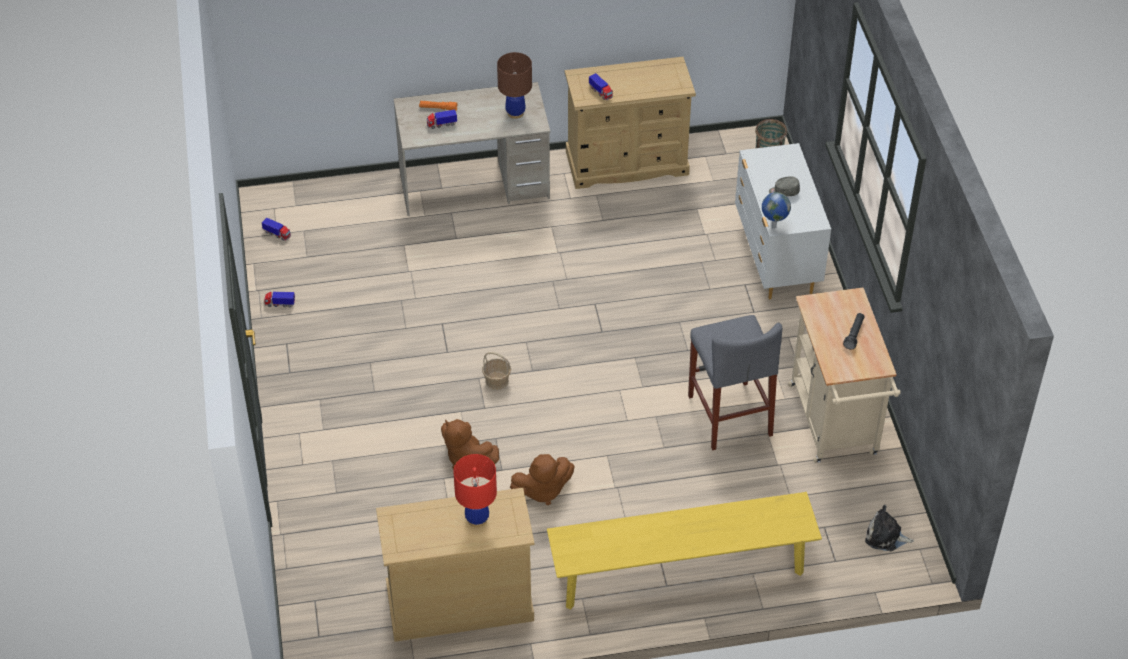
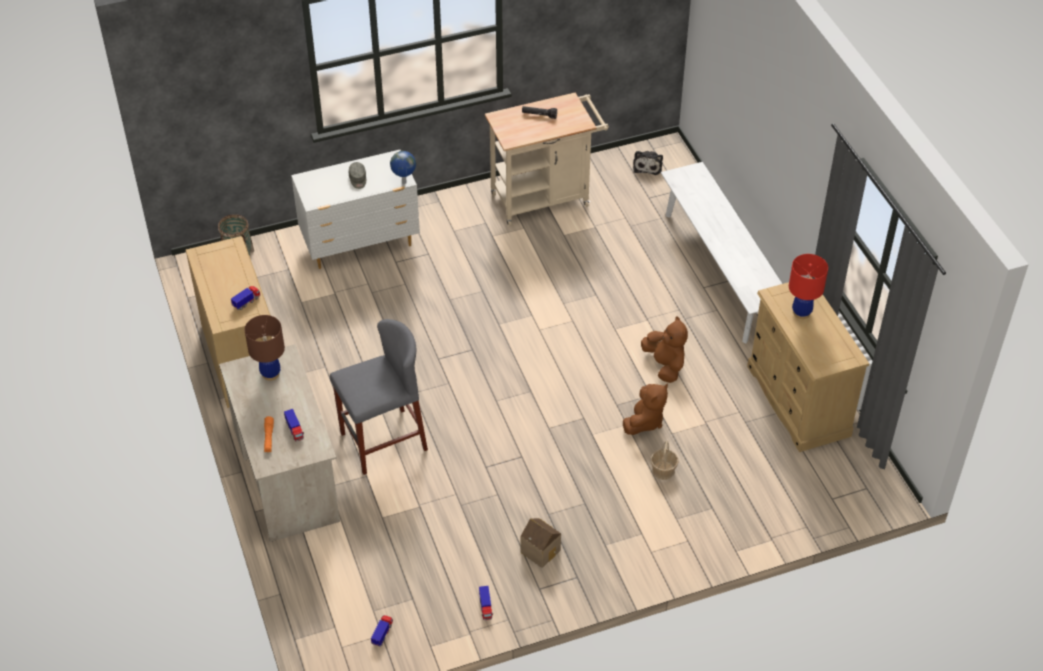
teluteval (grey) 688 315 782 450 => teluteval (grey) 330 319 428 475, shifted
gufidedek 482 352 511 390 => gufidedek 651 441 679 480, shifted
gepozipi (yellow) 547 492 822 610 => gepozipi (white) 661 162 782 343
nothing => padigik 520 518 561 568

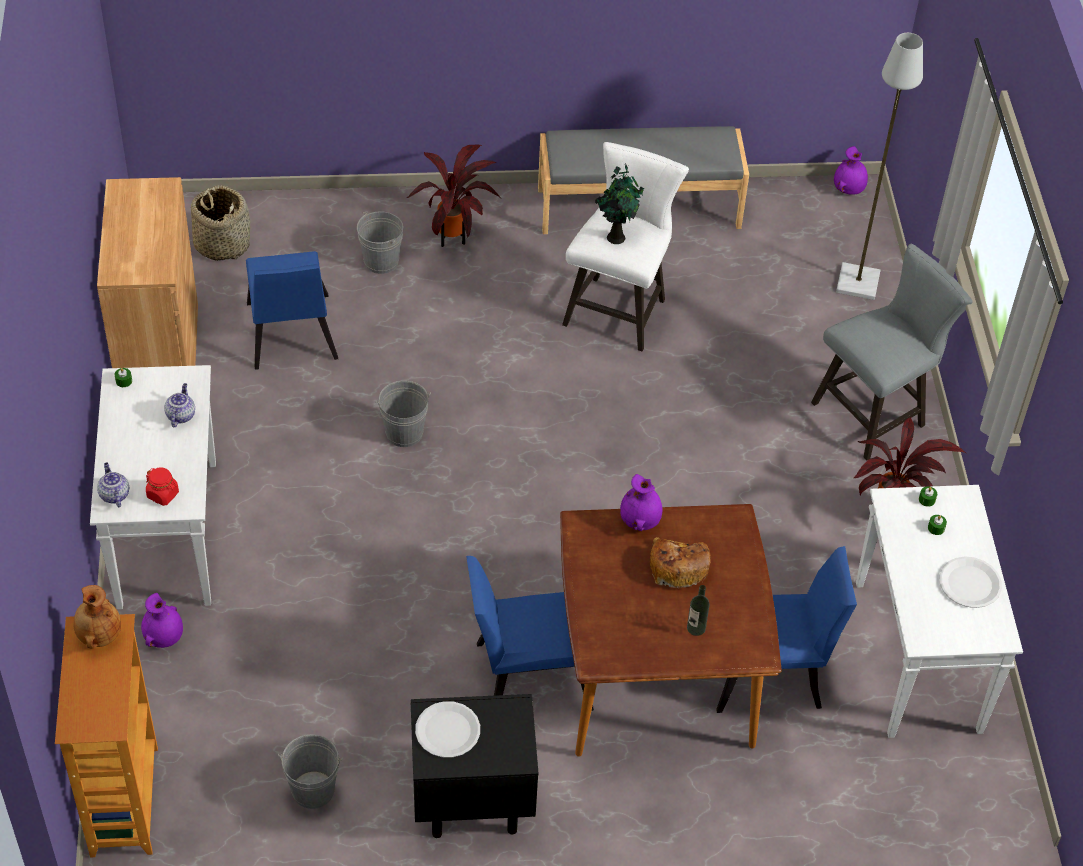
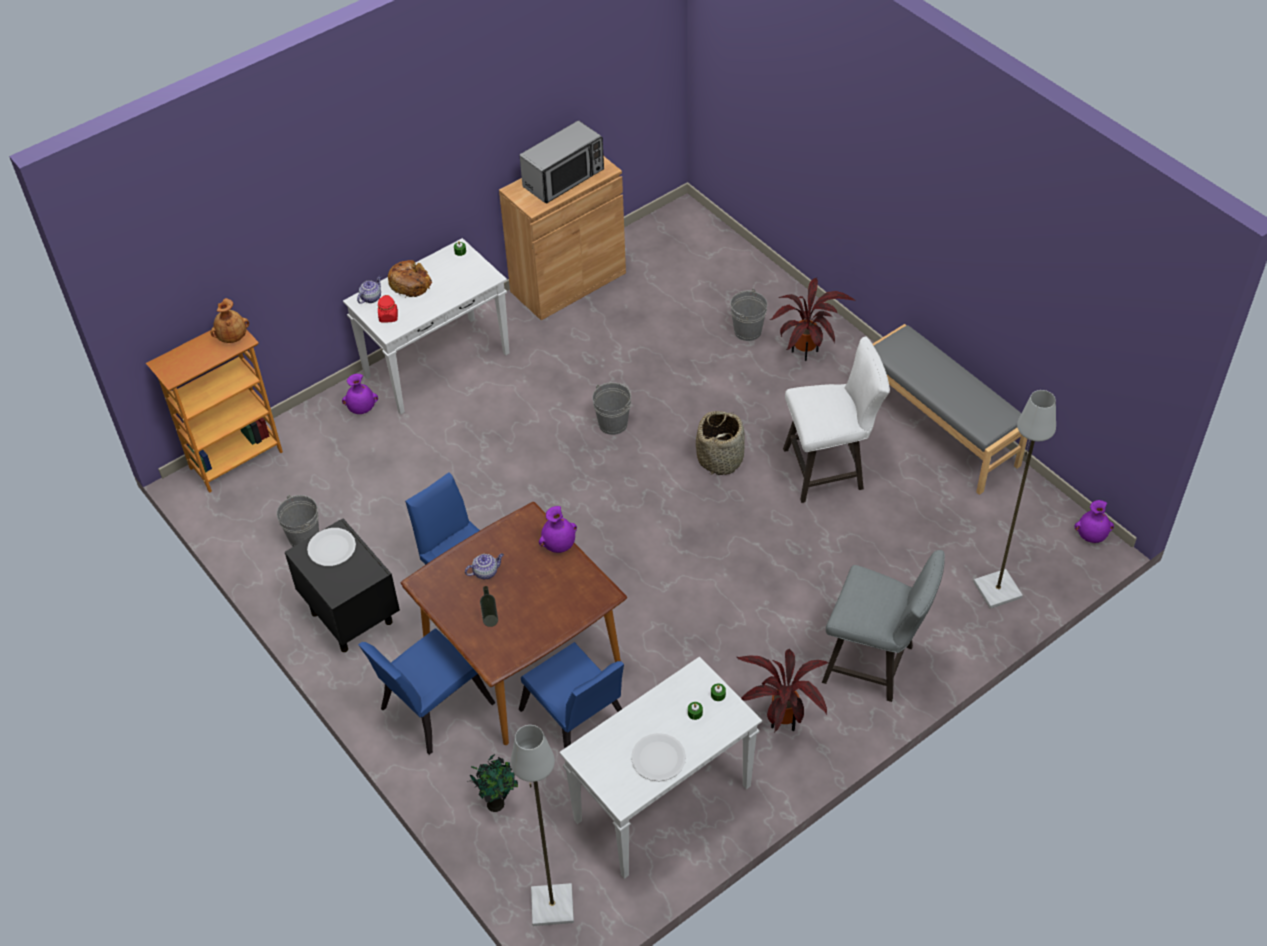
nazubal 595 164 644 244 => nazubal 467 754 518 812, shifted
gufidedek 191 185 250 261 => gufidedek 696 411 745 475, shifted
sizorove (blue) 246 251 338 370 => sizorove (blue) 358 628 495 755, shifted
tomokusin 164 383 195 427 => tomokusin 465 554 504 579, shifted
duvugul 650 537 711 588 => duvugul 388 260 432 297, shifted
nothing => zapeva 520 120 604 204
nothing => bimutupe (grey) 511 725 574 926

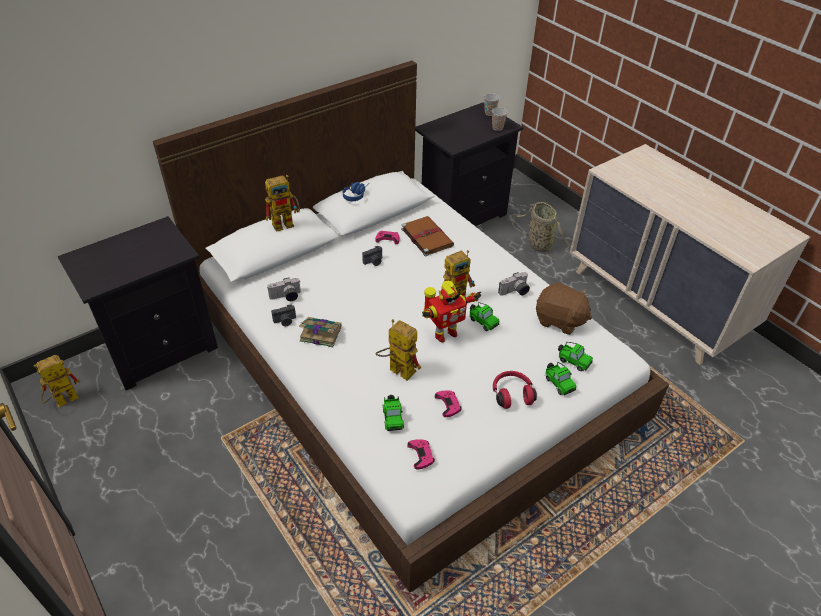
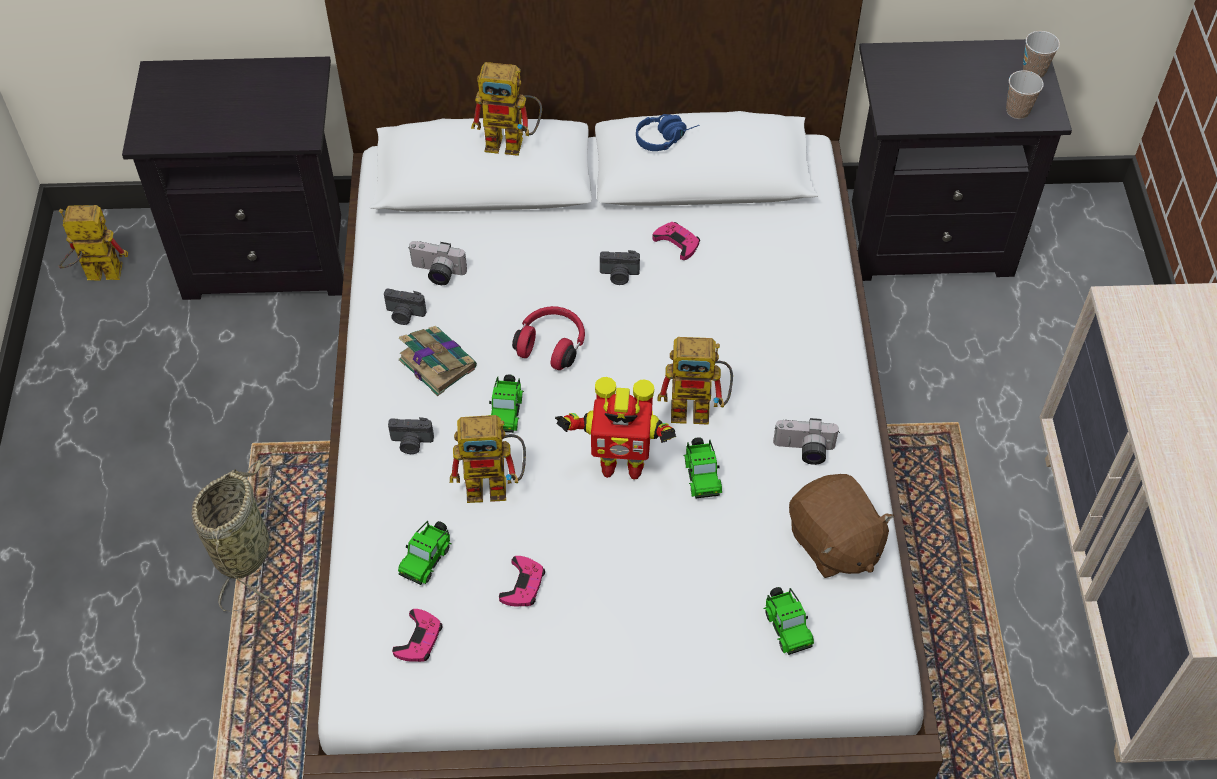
gufidedek 512 202 571 260 => gufidedek 192 460 271 611, shifted
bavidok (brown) 401 216 454 256 => nothing
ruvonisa 375 319 421 381 => ruvonisa 450 415 526 503, 105 degrees clockwise
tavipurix 546 362 577 395 => tavipurix 489 374 524 433, shifted
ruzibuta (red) 493 371 537 409 => ruzibuta (red) 512 306 585 370, shifted
nothing => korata 388 417 434 454

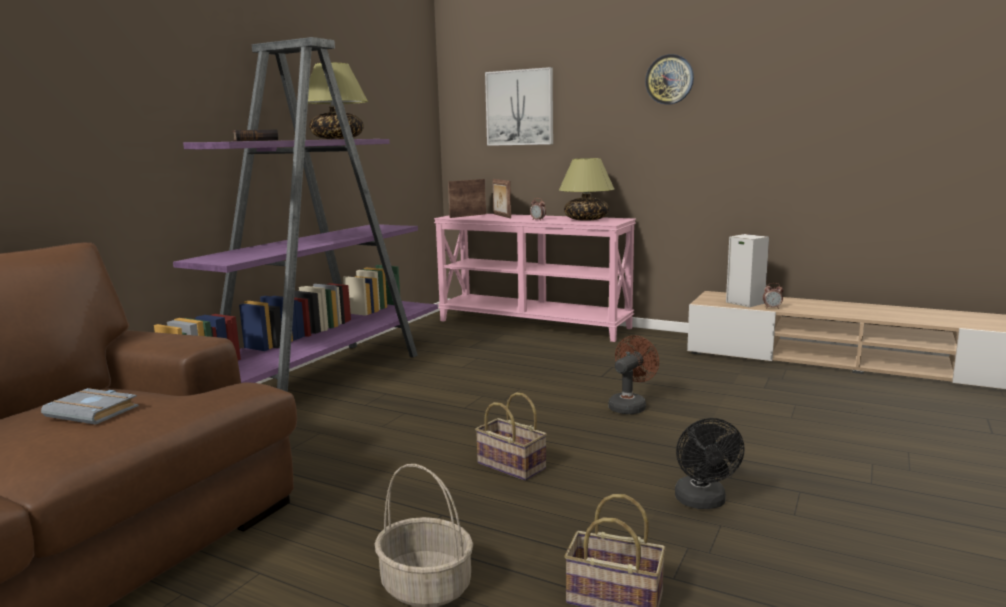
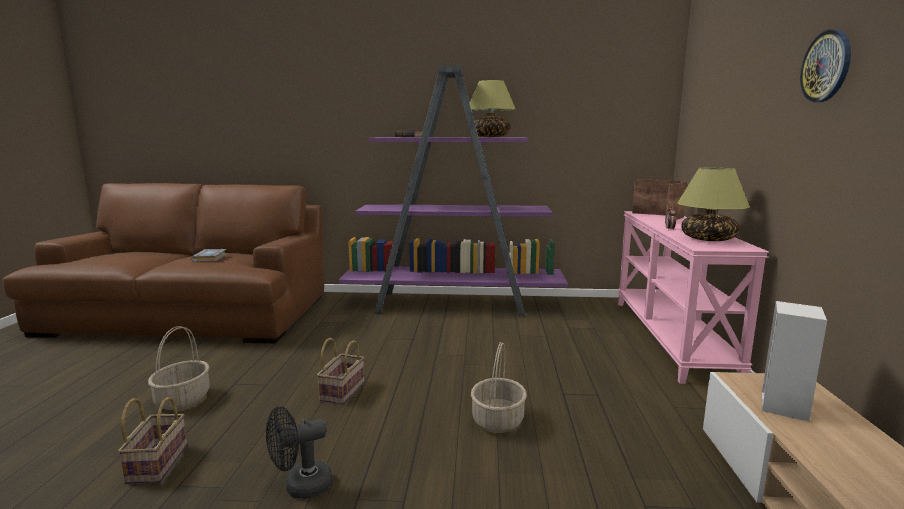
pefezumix 485 67 553 146 => nothing
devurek 763 283 784 309 => nothing
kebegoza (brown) 608 335 659 414 => gufidedek 471 342 527 433

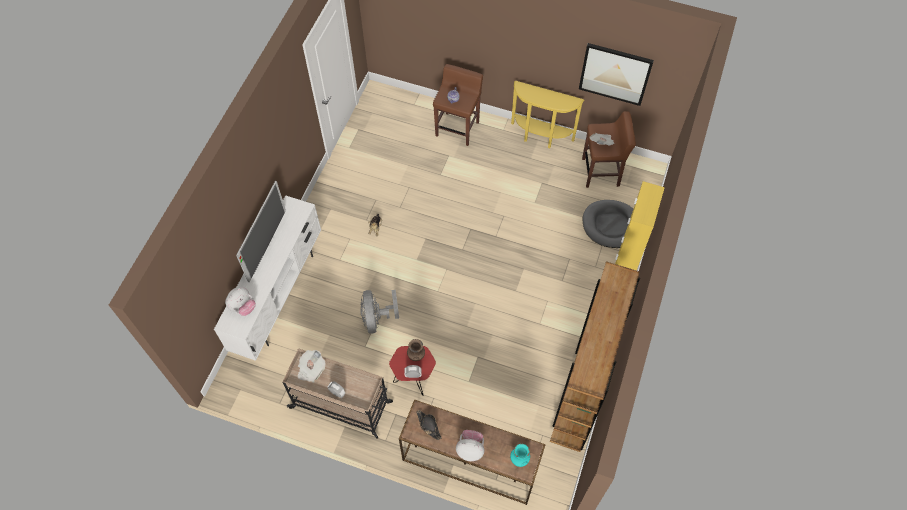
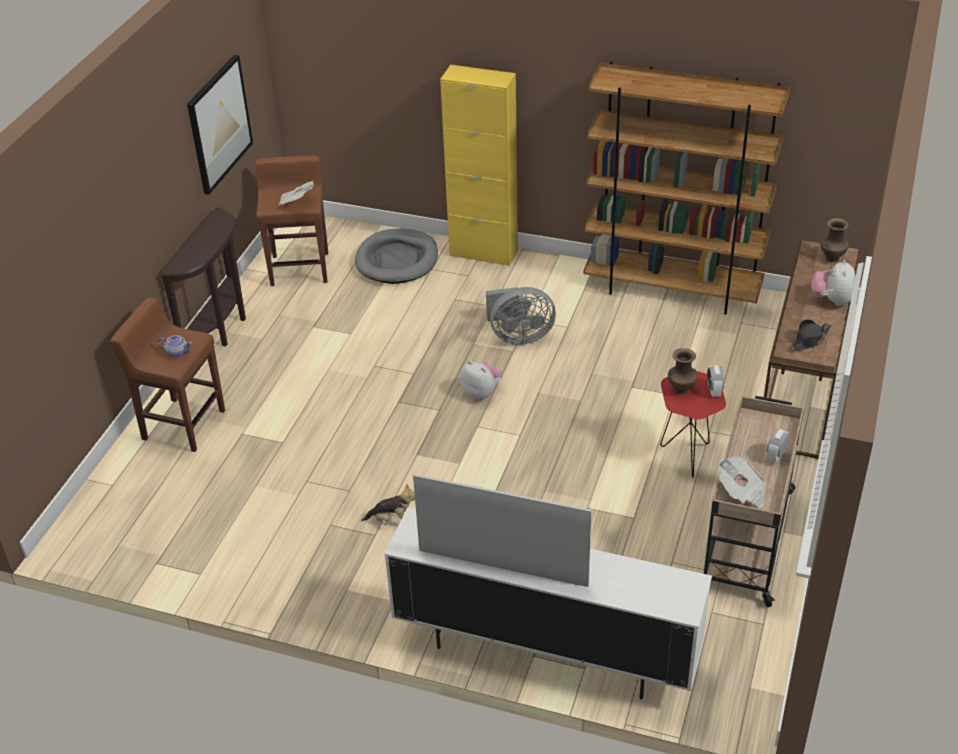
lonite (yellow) 511 81 584 148 => lonite (brown) 161 207 246 346
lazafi 225 287 256 316 => lazafi 460 361 502 400, shifted
kebegoza (grey) 360 290 399 334 => kebegoza (grey) 486 287 556 345, shifted
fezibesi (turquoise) 510 444 530 467 => fezibesi (brown) 821 218 849 263

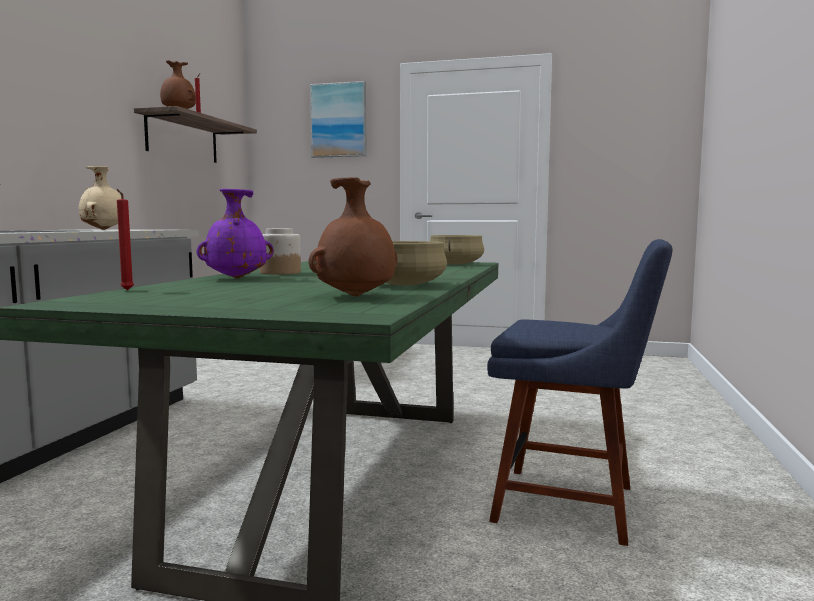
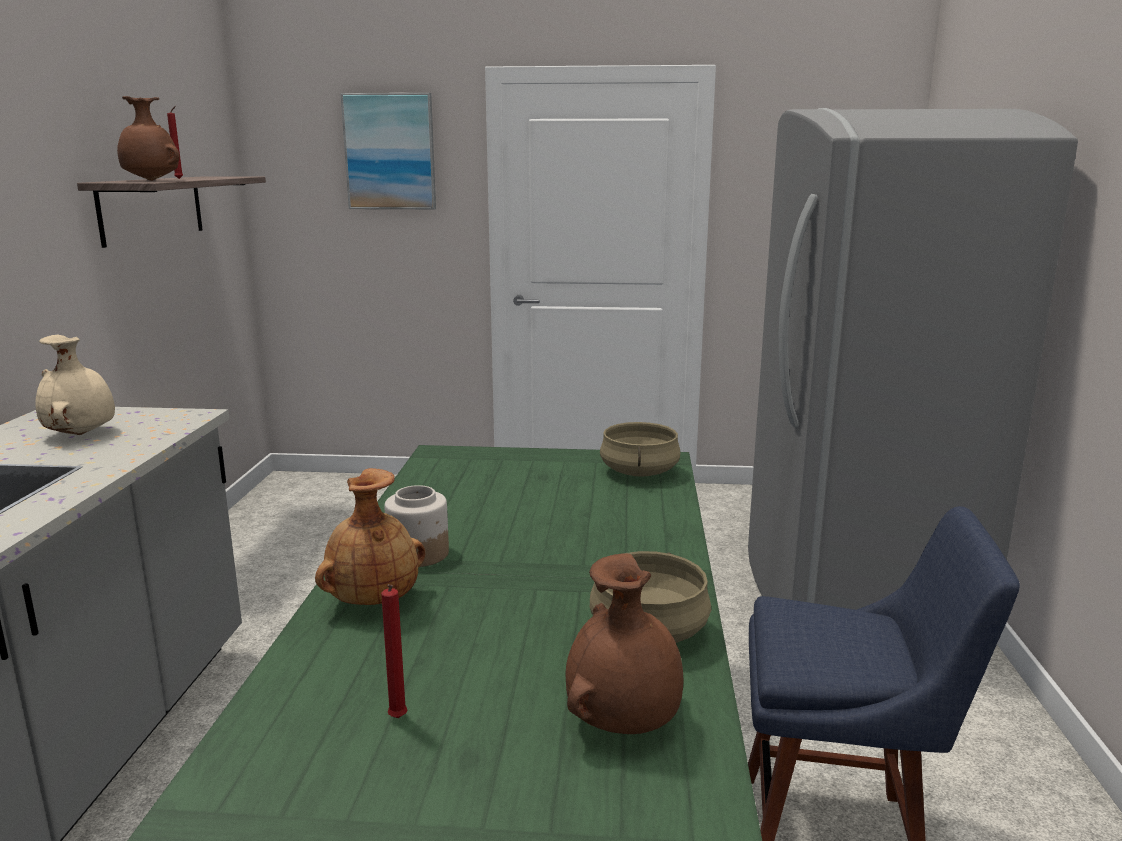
fezibesi (purple) 196 188 274 278 => fezibesi (brown) 315 468 425 605
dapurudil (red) 117 189 134 290 => dapurudil (red) 381 584 408 718, shifted
nothing => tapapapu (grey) 748 108 1078 610

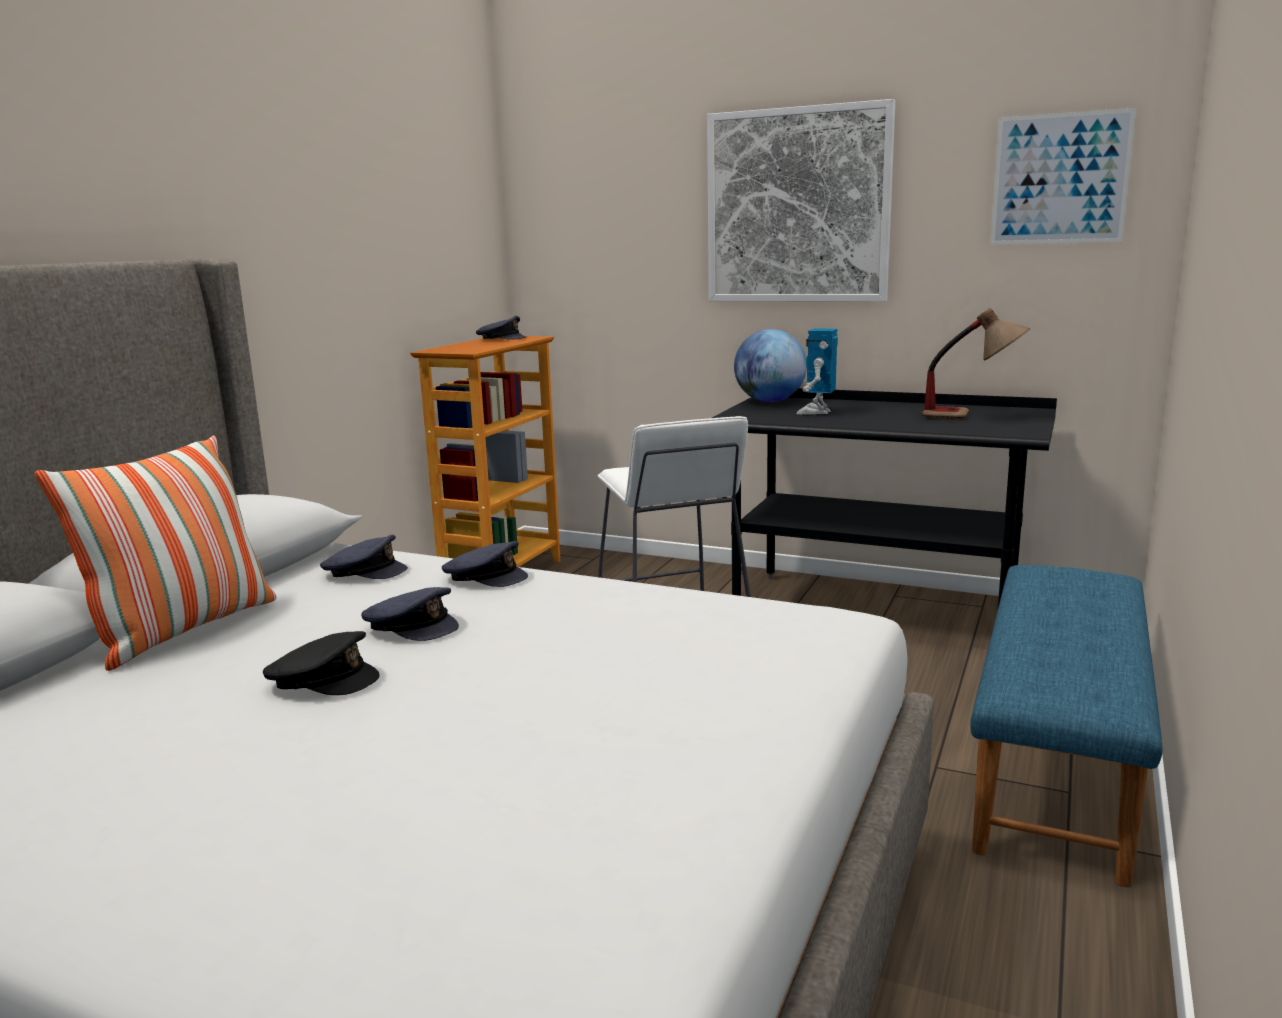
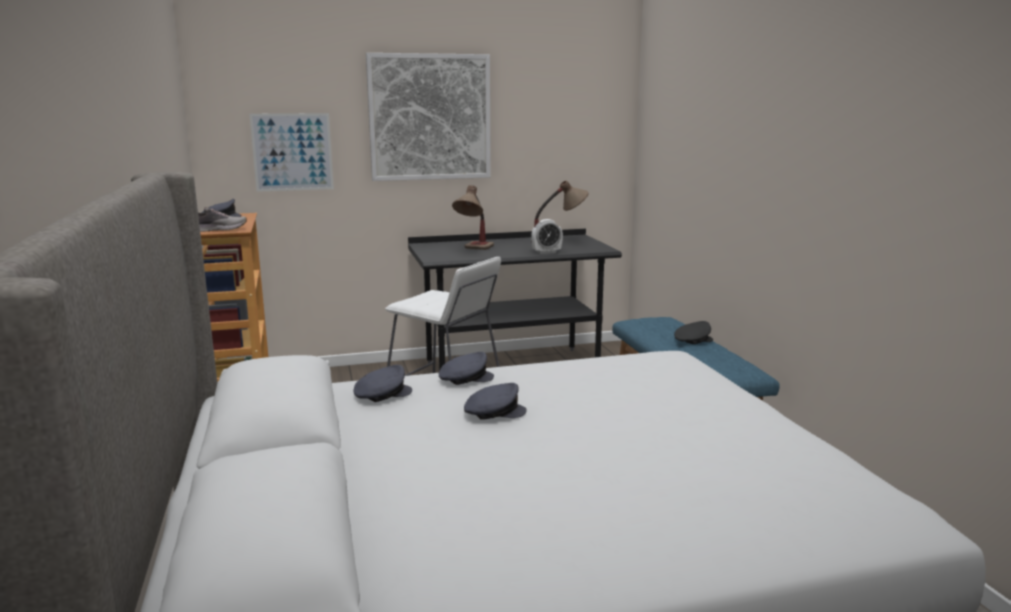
pefezumix 990 108 1136 245 => pefezumix 249 113 334 192, shifted
ruvonisa 796 328 838 415 => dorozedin 452 185 494 250
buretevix 734 329 807 402 => nothing
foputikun 34 435 277 671 => nothing
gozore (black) 263 631 380 695 => gozore (black) 674 321 713 344, shifted
nothing => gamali 198 207 247 232
nothing => devurek 531 219 563 254

